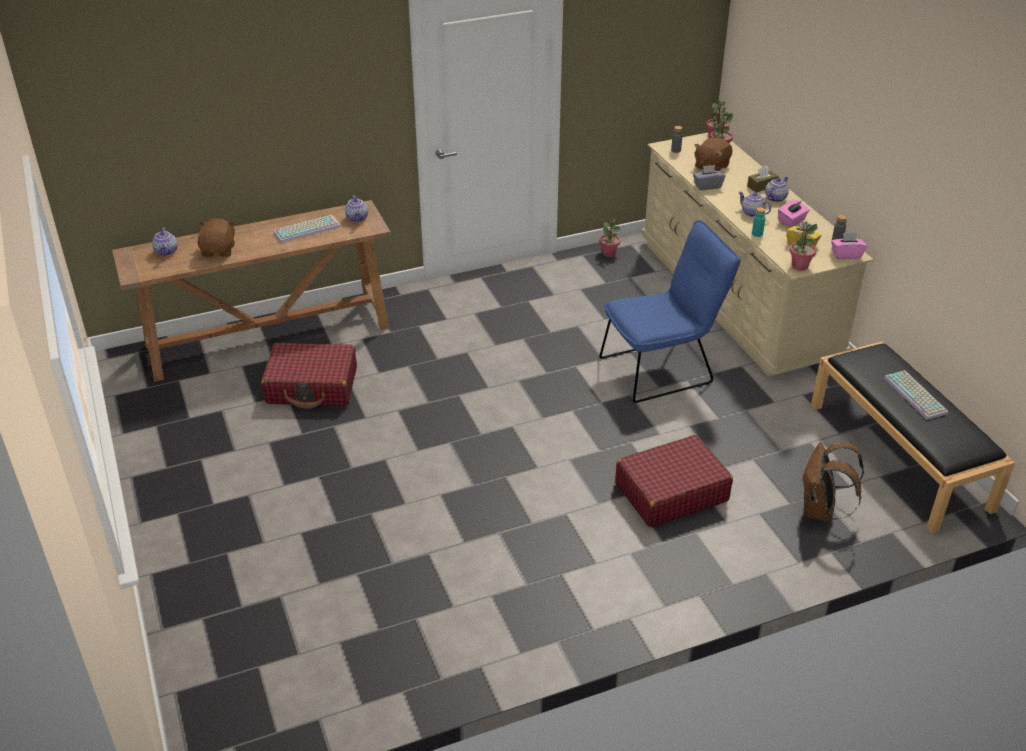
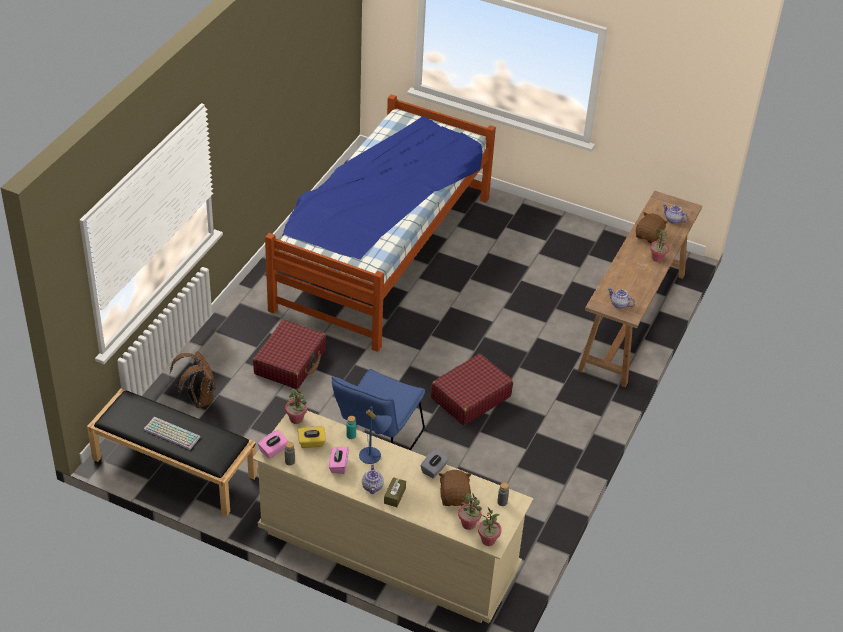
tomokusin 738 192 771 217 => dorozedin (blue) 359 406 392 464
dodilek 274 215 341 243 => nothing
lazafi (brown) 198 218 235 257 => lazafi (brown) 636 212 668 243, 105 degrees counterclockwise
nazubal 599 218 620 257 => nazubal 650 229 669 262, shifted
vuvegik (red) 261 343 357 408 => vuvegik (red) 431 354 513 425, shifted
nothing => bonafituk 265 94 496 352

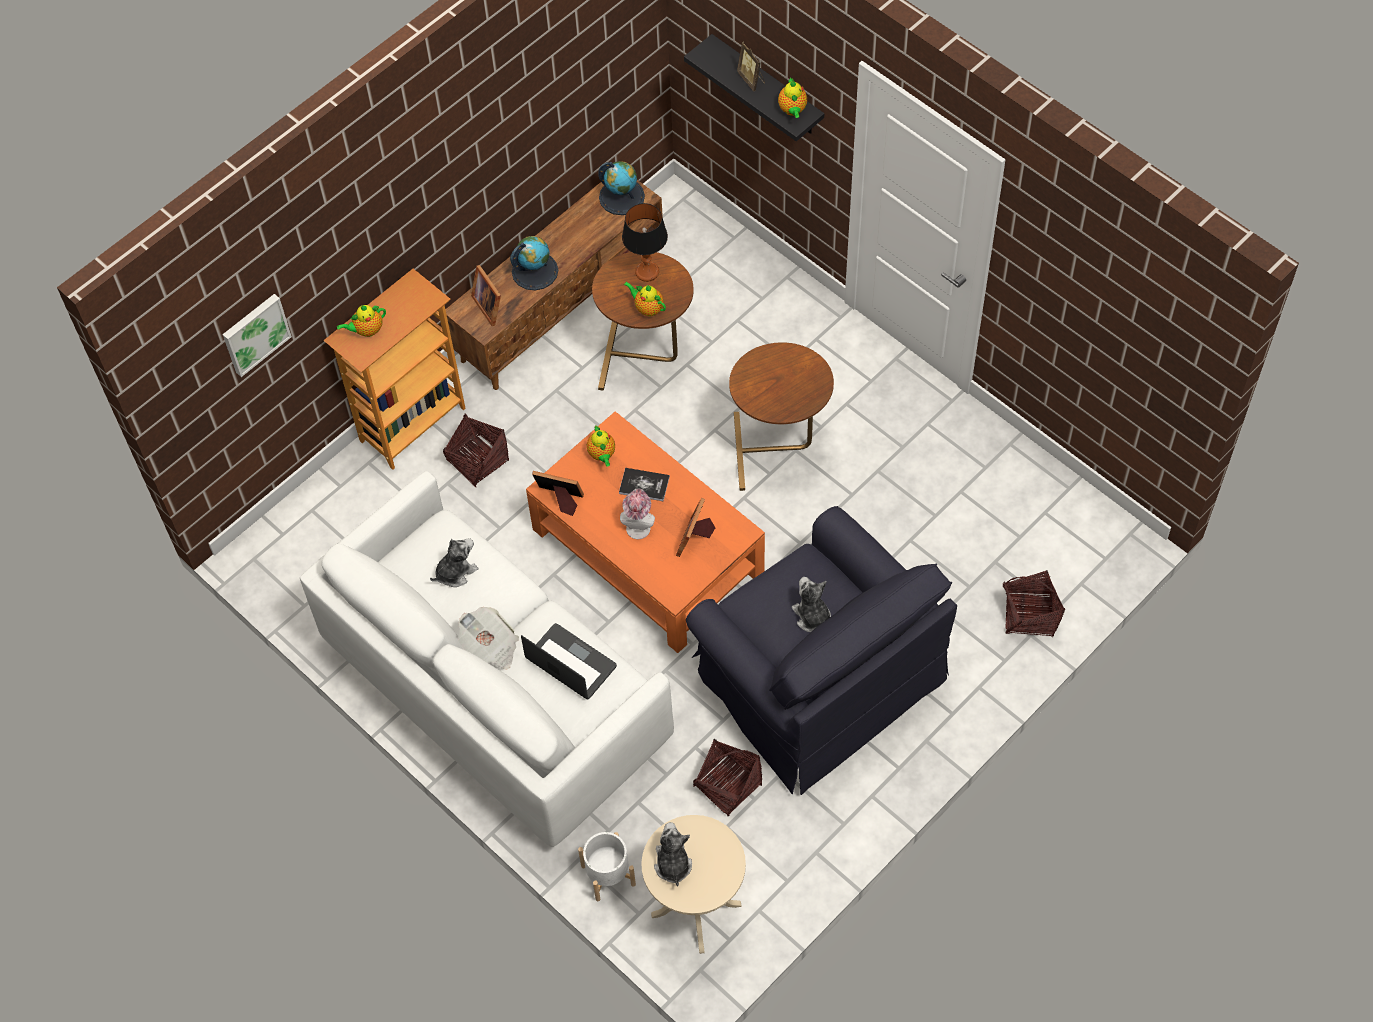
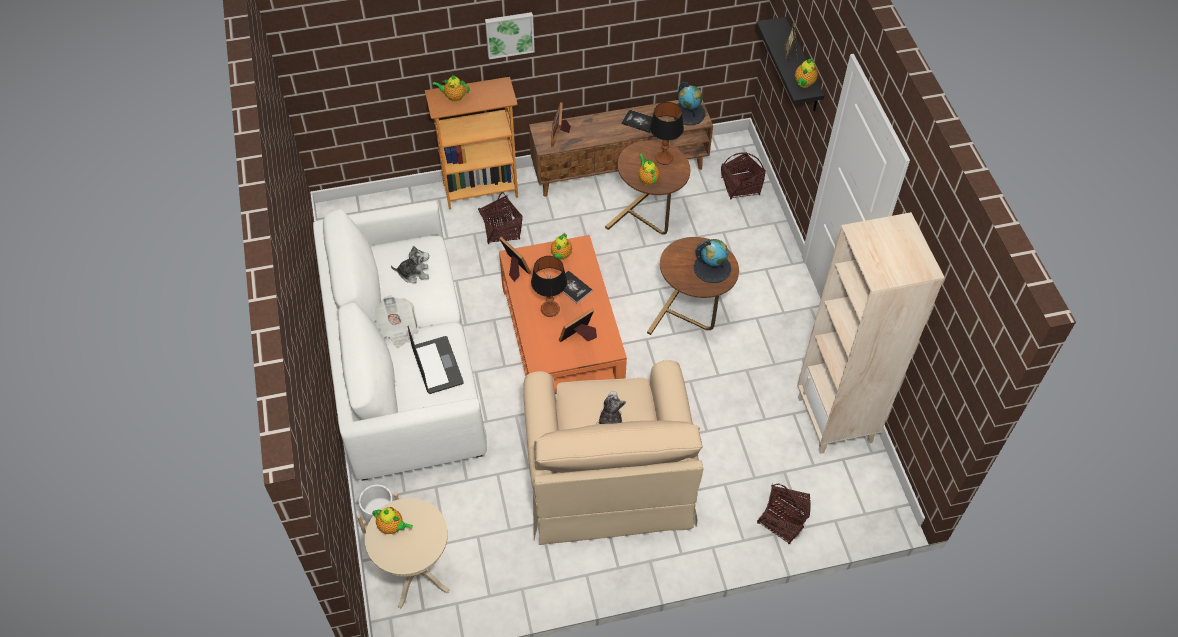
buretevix 510 236 558 290 => buretevix 694 239 731 283, shifted
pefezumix 223 294 292 377 => pefezumix 485 12 535 59, shifted
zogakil 620 488 655 539 => dorozedin 531 256 567 317
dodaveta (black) 686 506 957 795 => dodaveta (beige) 524 360 704 545
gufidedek 693 739 762 816 => gufidedek 721 152 766 199, shifted
lazafi 654 822 692 886 => tomokusin 372 507 413 534
nothing => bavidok 621 109 652 133
nothing => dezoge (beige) 797 212 945 454

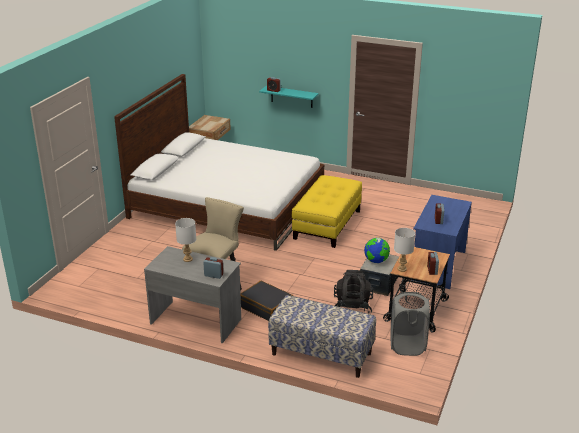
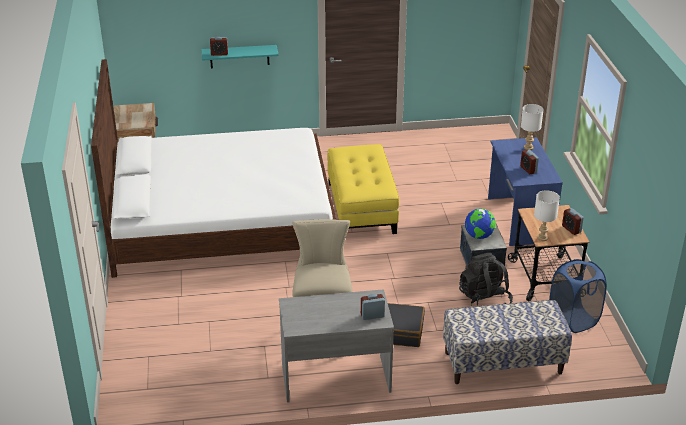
dorozedin (white) 175 218 196 262 => dorozedin (white) 521 104 544 150, shifted
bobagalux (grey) 390 292 430 356 => bobagalux (blue) 549 259 607 333

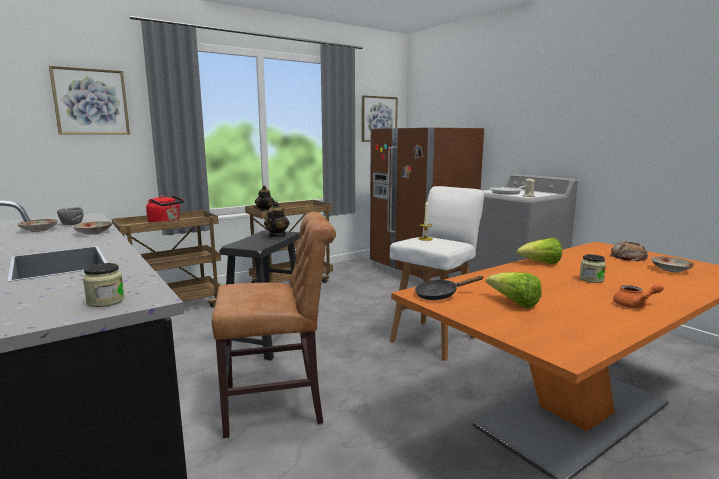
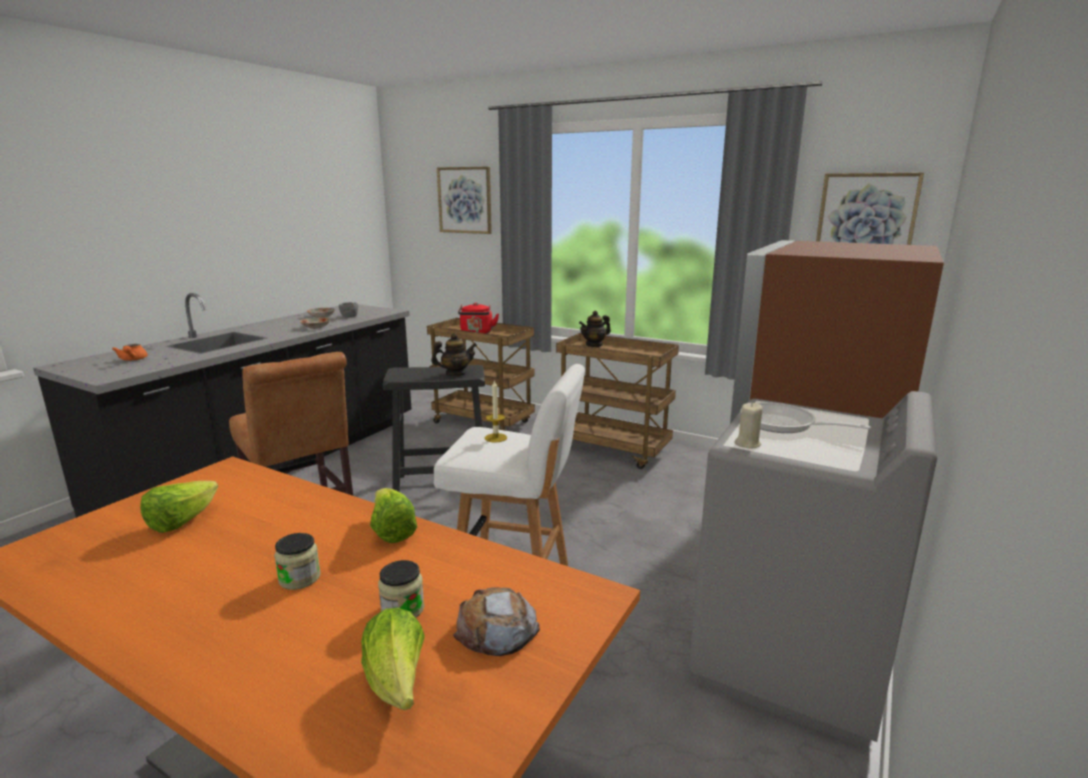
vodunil 651 257 695 272 => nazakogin 361 608 425 710
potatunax 83 263 125 307 => potatunax 378 560 424 618, shifted
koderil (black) 415 276 484 300 => nothing
tomokusin (orange) 613 283 664 308 => tomokusin (orange) 112 344 147 361, shifted

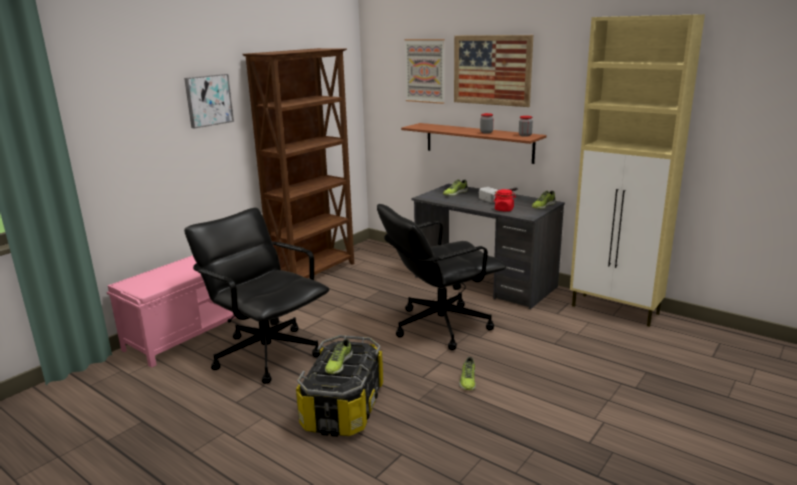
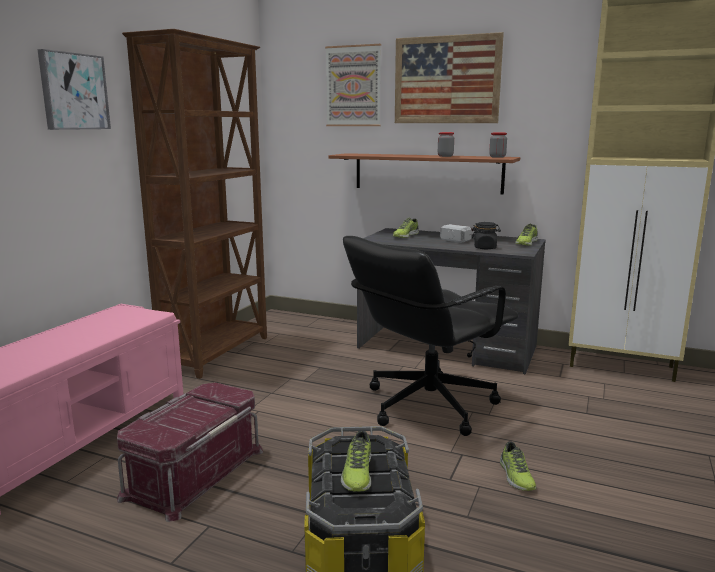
potatunax (red) 494 189 516 211 => potatunax (black) 472 222 501 249
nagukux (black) 184 207 329 384 => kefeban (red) 117 383 263 522

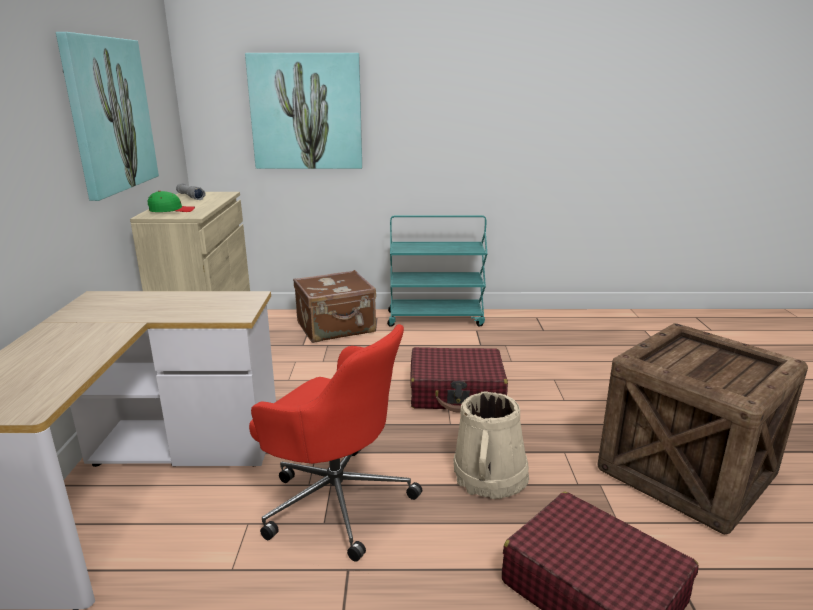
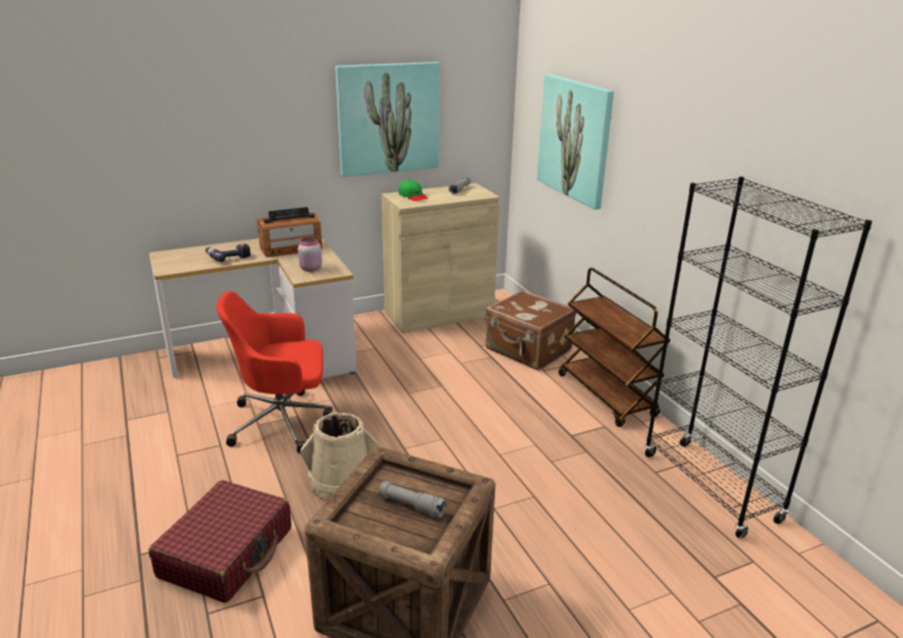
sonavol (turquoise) 387 215 487 327 => sonavol (brown) 559 268 671 427
nagukux (red) 249 324 422 562 => nagukux (red) 216 291 333 454, 75 degrees clockwise
vuvegik (red) 410 347 508 413 => nothing
nothing => dezoge (black) 644 176 872 538
nothing => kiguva 257 207 322 257
nothing => potatunax (pink) 298 237 322 272
nothing => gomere 205 243 251 262
nothing => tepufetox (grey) 379 481 447 518

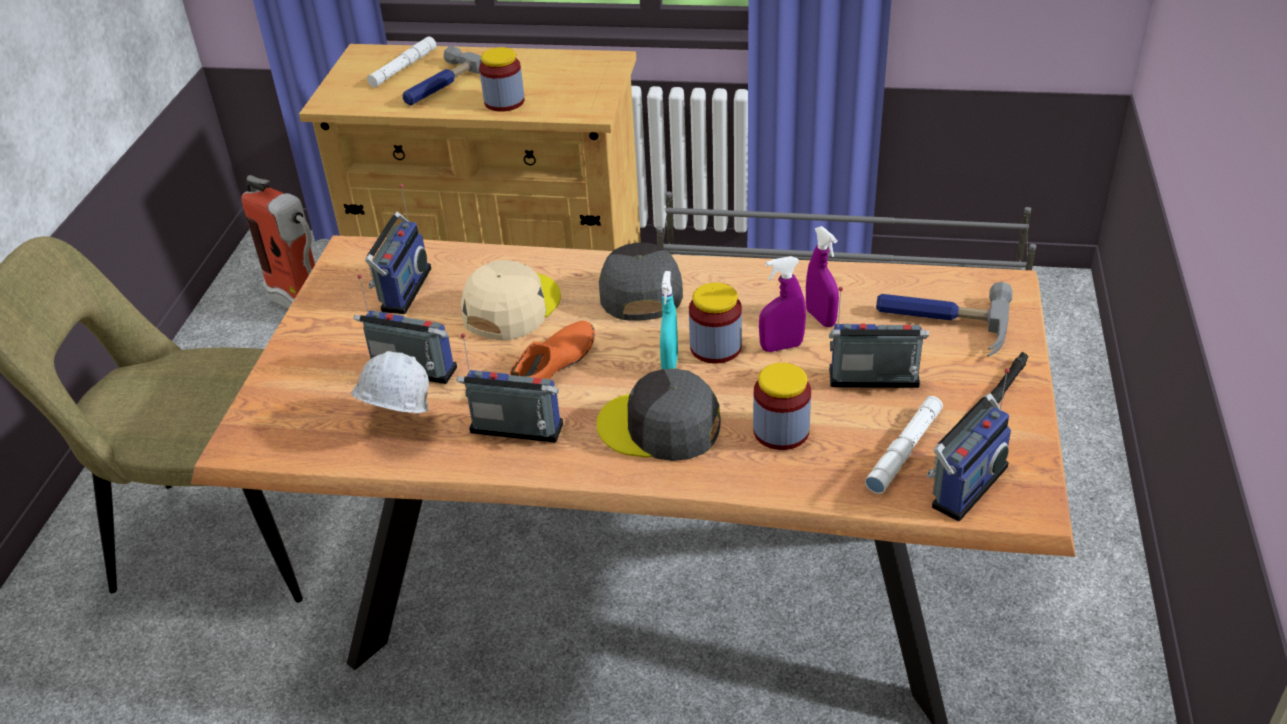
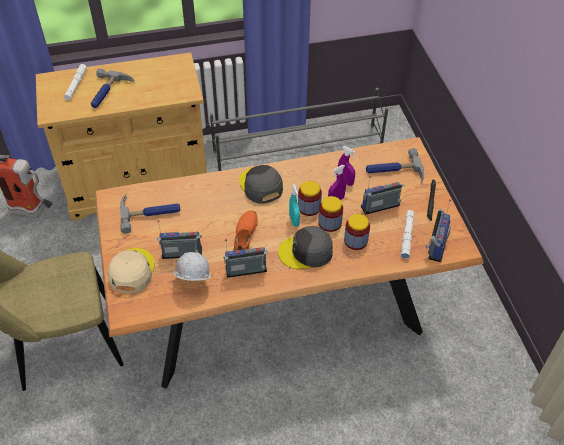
potatunax 479 47 524 112 => potatunax 318 196 343 232, shifted
kiguva 365 184 431 314 => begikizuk 120 194 180 234
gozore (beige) 461 260 561 341 => gozore (beige) 107 248 155 294, shifted

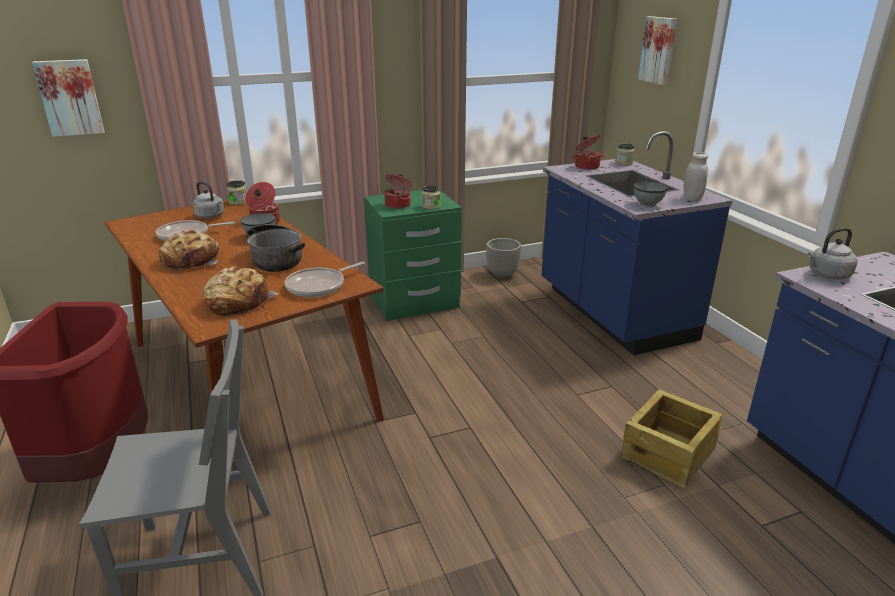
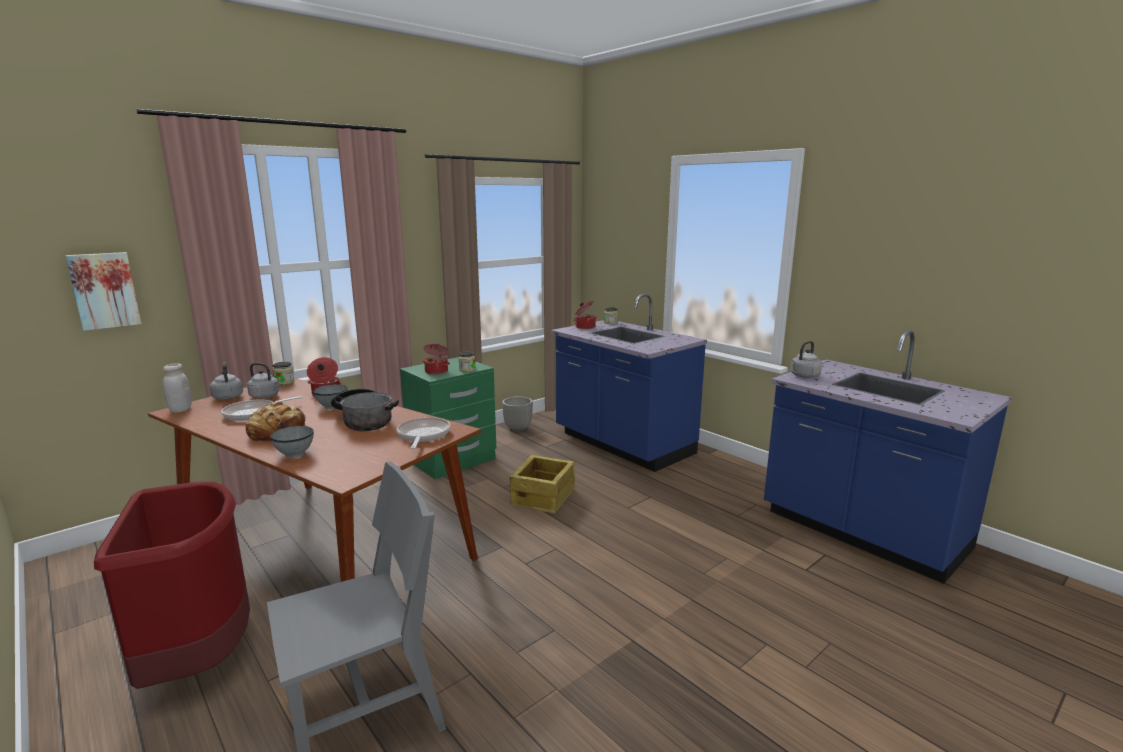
pefezumix 638 16 677 85 => nothing
potatunax (white) 683 152 708 201 => potatunax (white) 163 363 191 412, shifted
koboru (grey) 633 182 668 207 => koboru (grey) 271 426 314 458, shifted
koderil 285 262 365 297 => koderil 397 417 451 449, 150 degrees clockwise
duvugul 203 266 278 316 => nothing
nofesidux 621 389 722 489 => nofesidux 510 455 575 514, shifted
nothing => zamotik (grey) 210 362 243 400

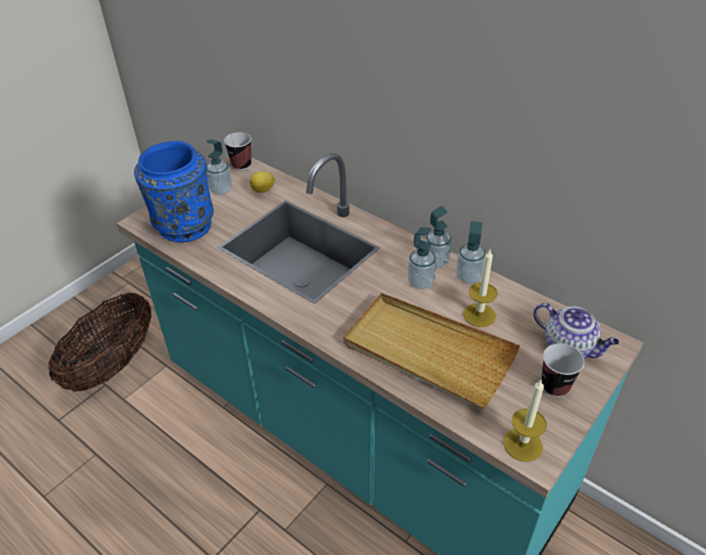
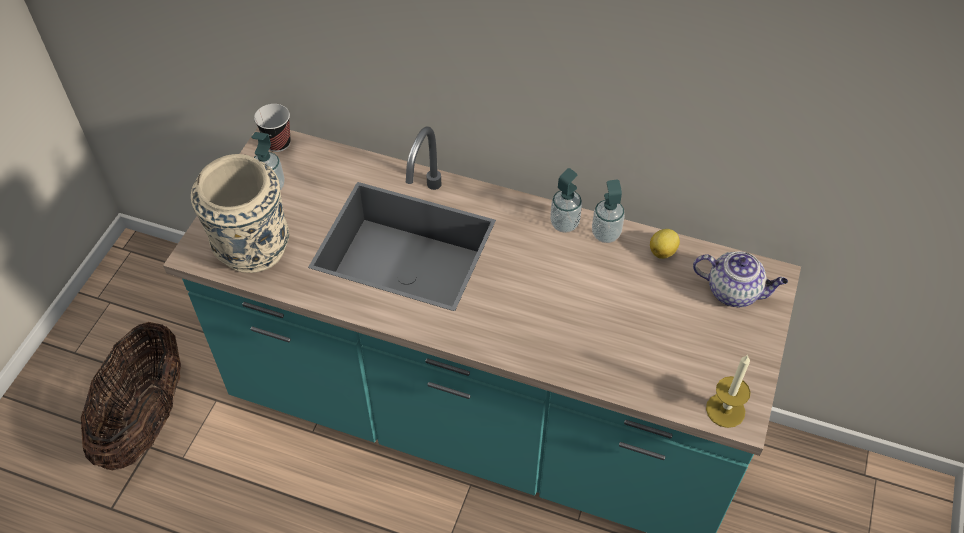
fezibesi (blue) 134 141 214 242 => fezibesi (beige) 191 154 289 273
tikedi 250 171 275 193 => tikedi 650 229 680 259, shifted
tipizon 408 227 436 289 => nothing
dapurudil 463 250 498 327 => nothing
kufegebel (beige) 343 293 520 409 => nothing
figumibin 541 344 584 397 => nothing

